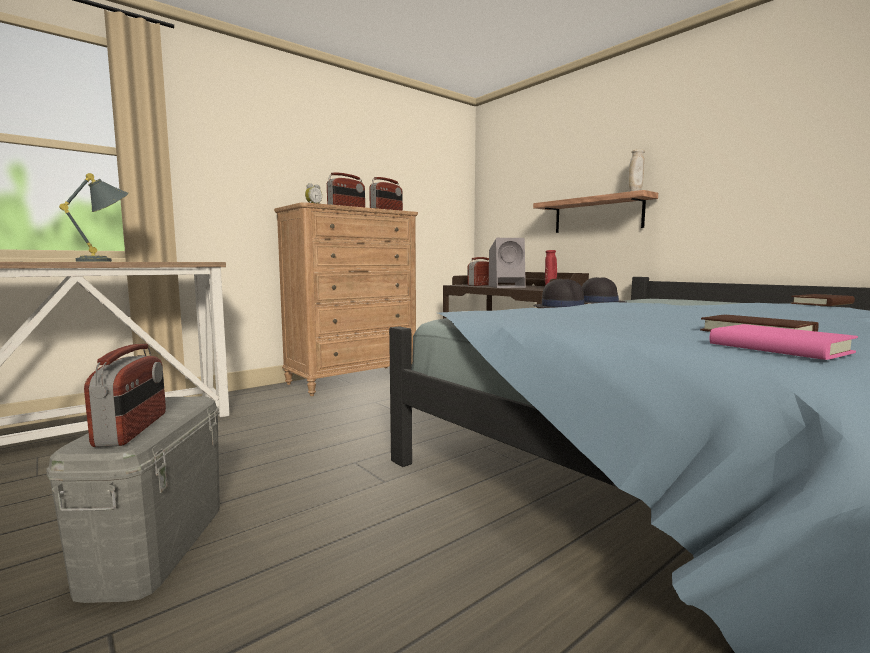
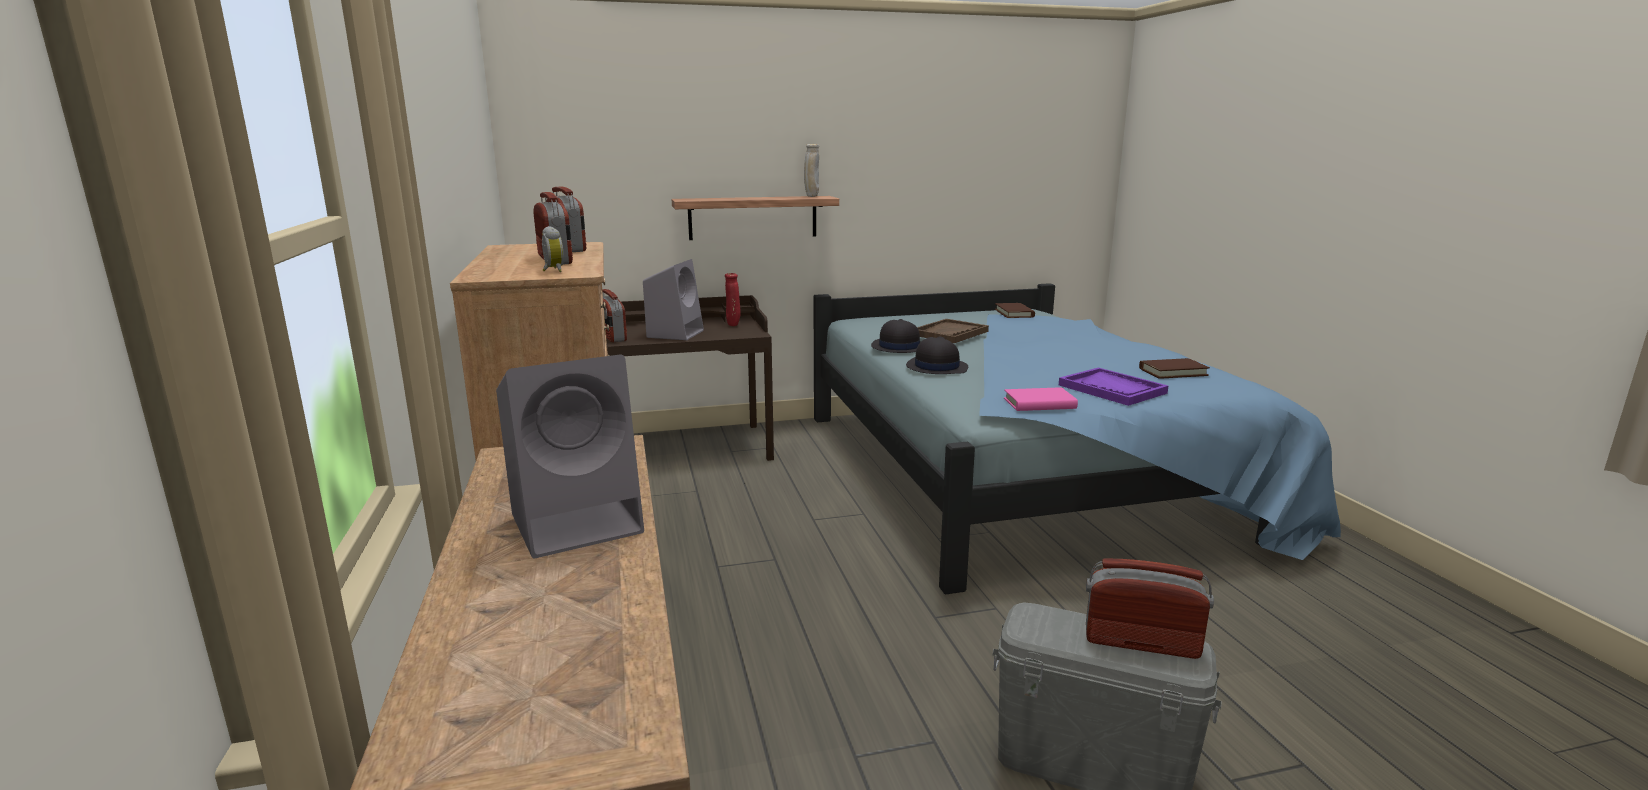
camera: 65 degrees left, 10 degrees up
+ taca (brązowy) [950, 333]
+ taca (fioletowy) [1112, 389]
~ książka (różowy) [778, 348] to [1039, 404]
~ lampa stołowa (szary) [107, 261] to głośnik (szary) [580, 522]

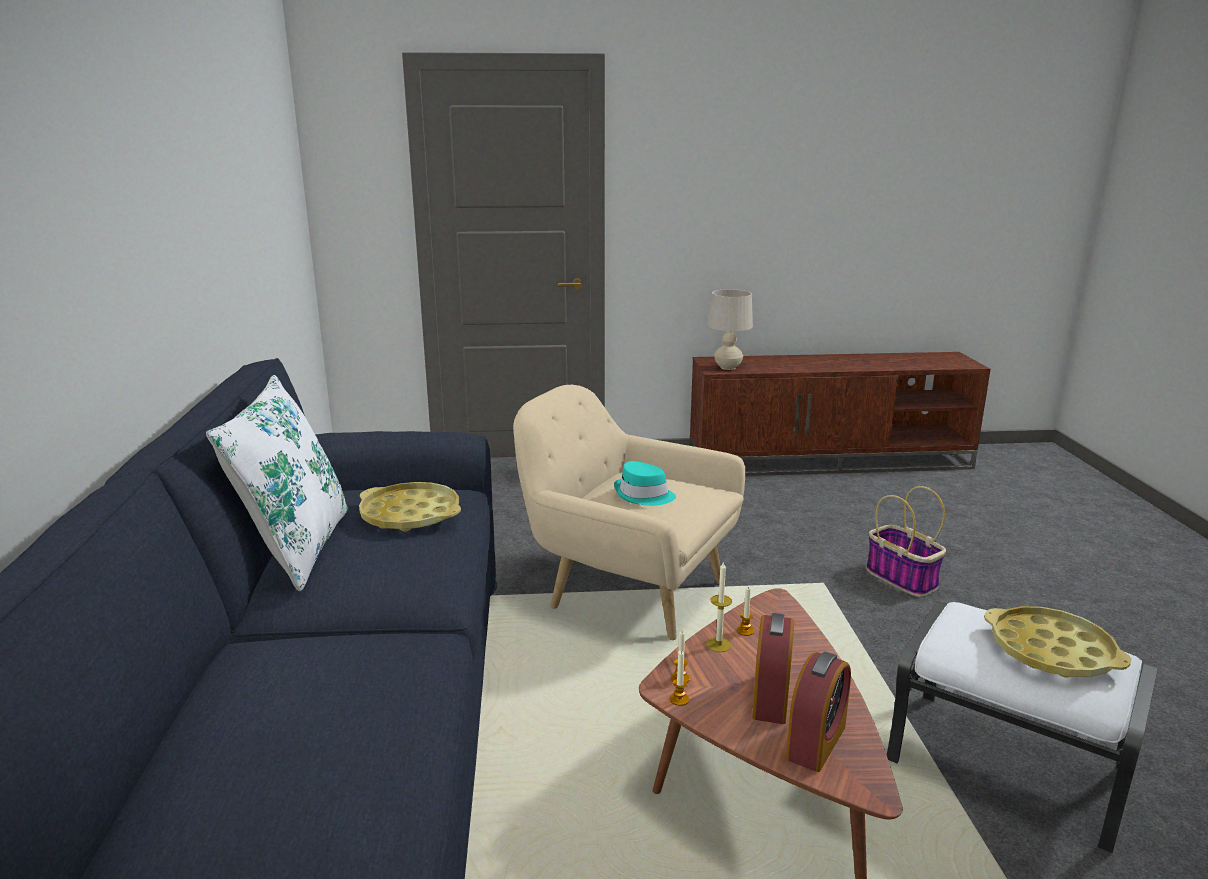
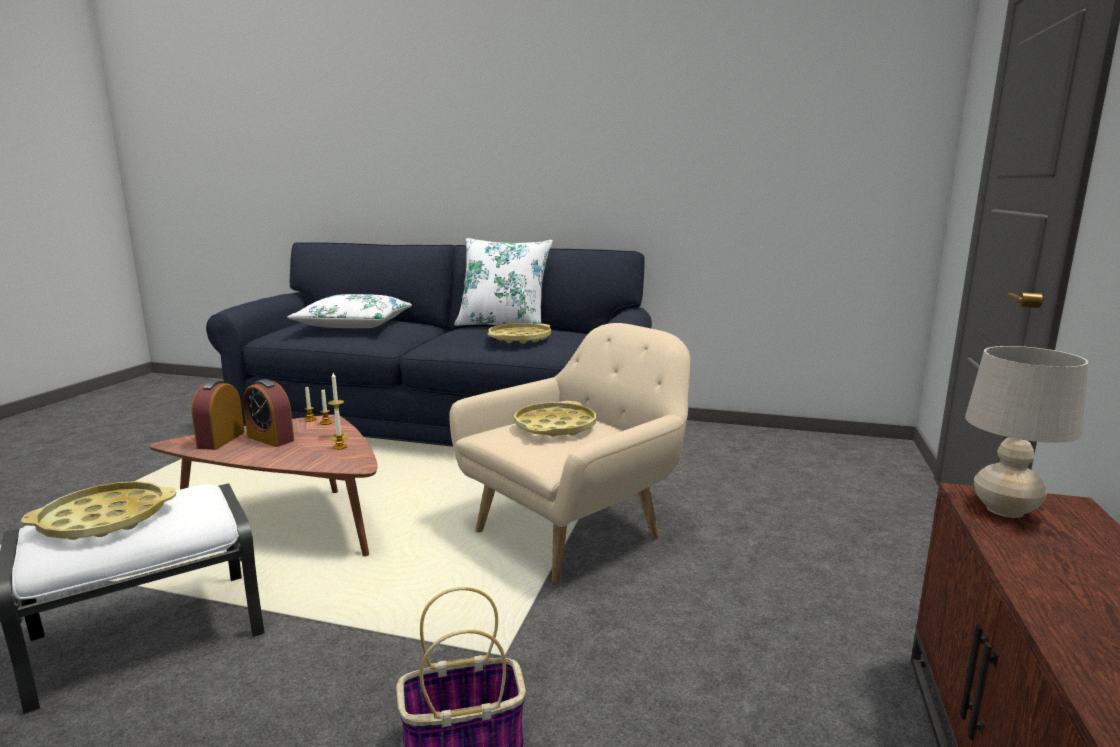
camera: 110 degrees right, 5 degrees down
+ poduszka (biały) [354, 325]
~ kapelusz (turkusowy) [644, 495] to taca (żółty) [555, 427]
~ budzik [816, 742] = [221, 440] 45 degrees clockwise

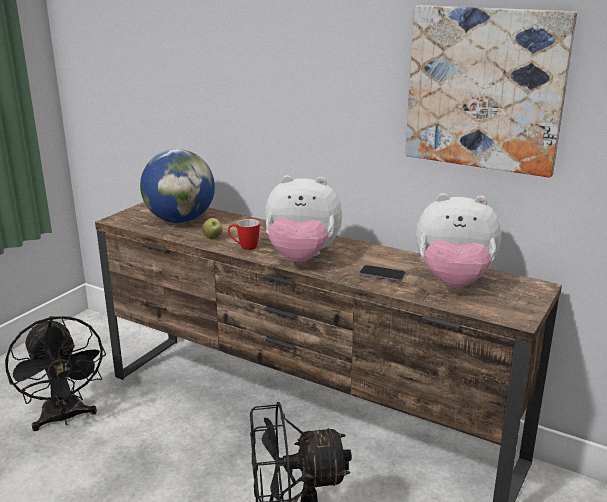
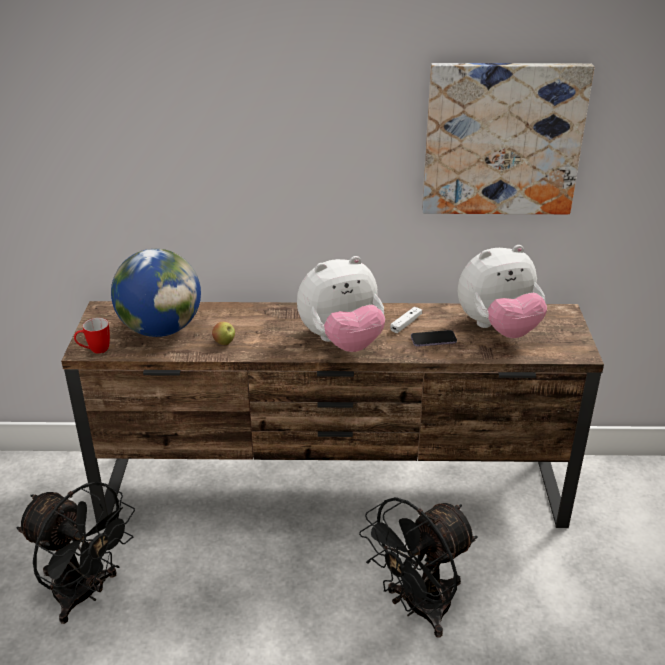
camera: 30 degrees left, 10 degrees up
+ pad do gier (biały) [406, 324]
~ kubek [244, 247] to [94, 350]

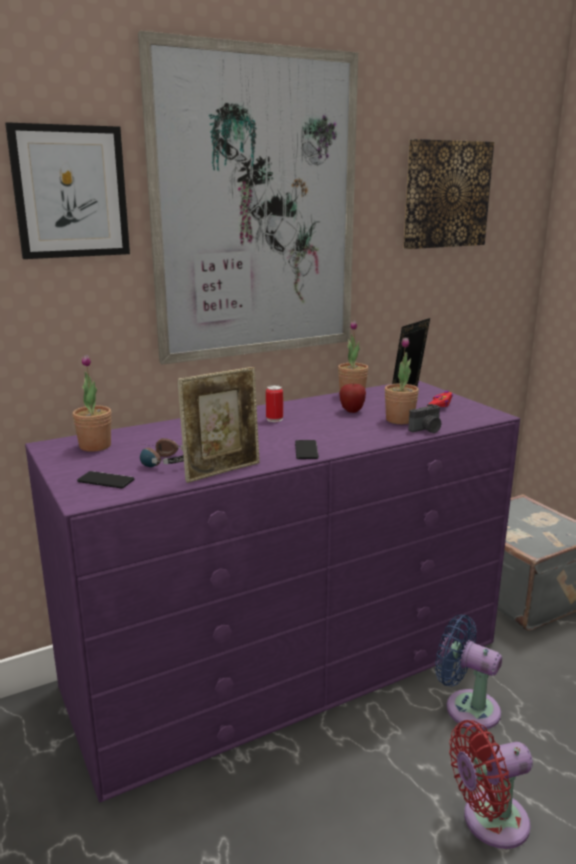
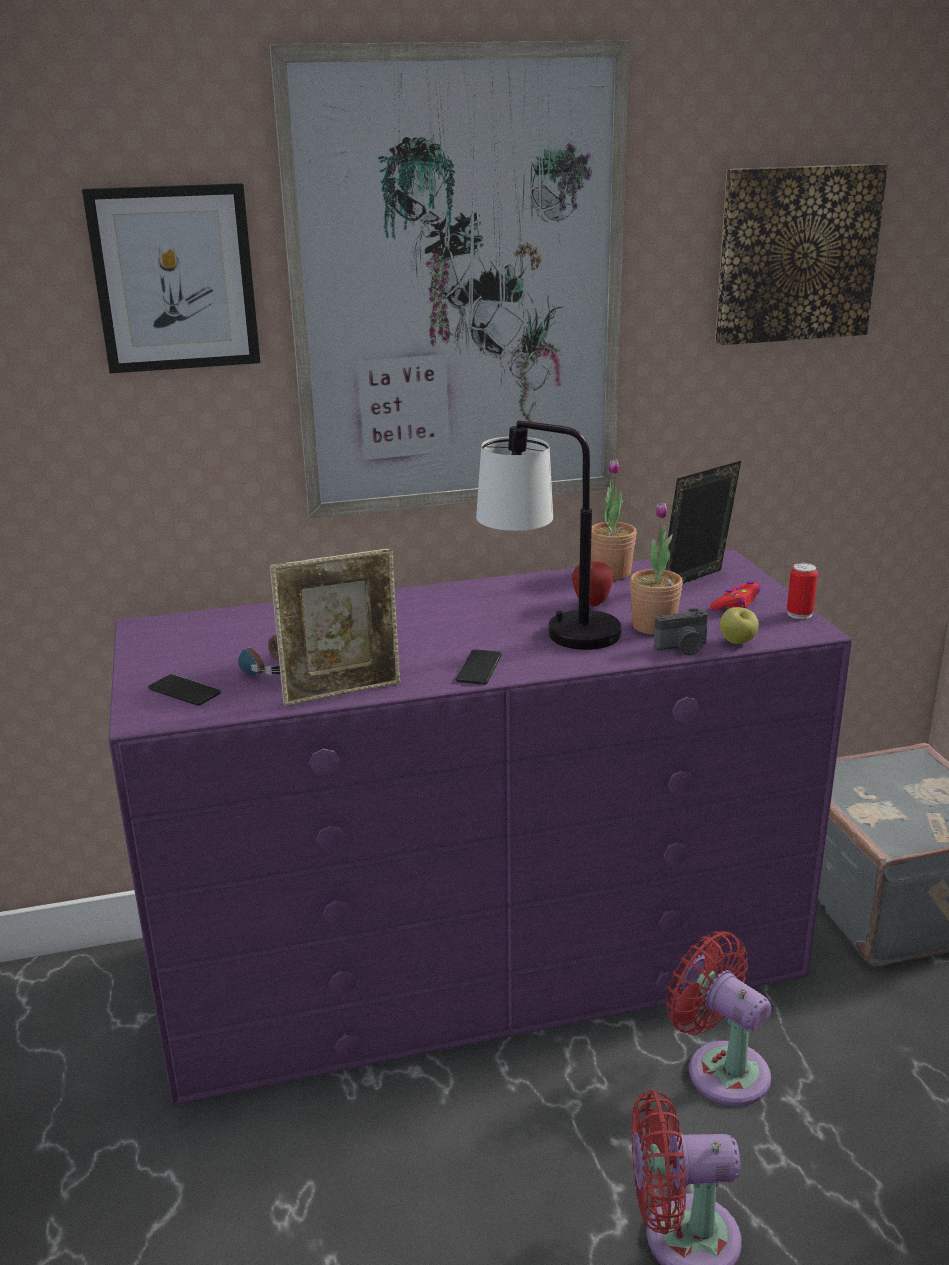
camera: 15 degrees right, 5 degrees up
- roślina doniczkowa [95, 446]
+ lampa stołowa [549, 631]
+ jabłko [737, 642]
~ puszka [274, 419] to [799, 614]
~ wentylator (niebieski) [467, 707] to wentylator (czerwony) [721, 1068]

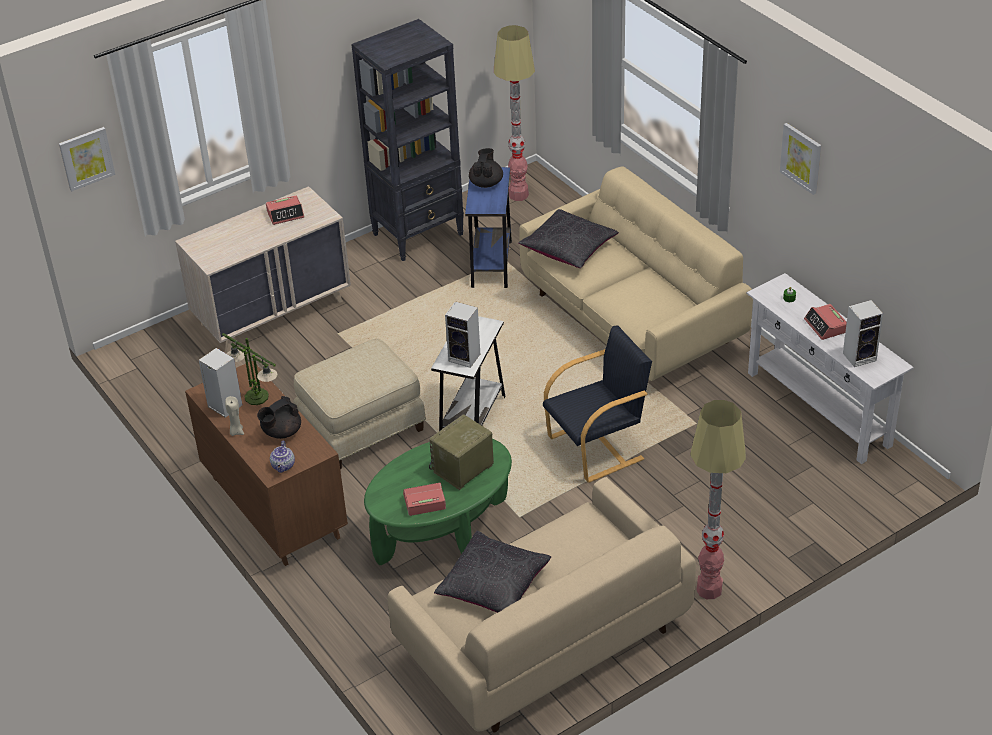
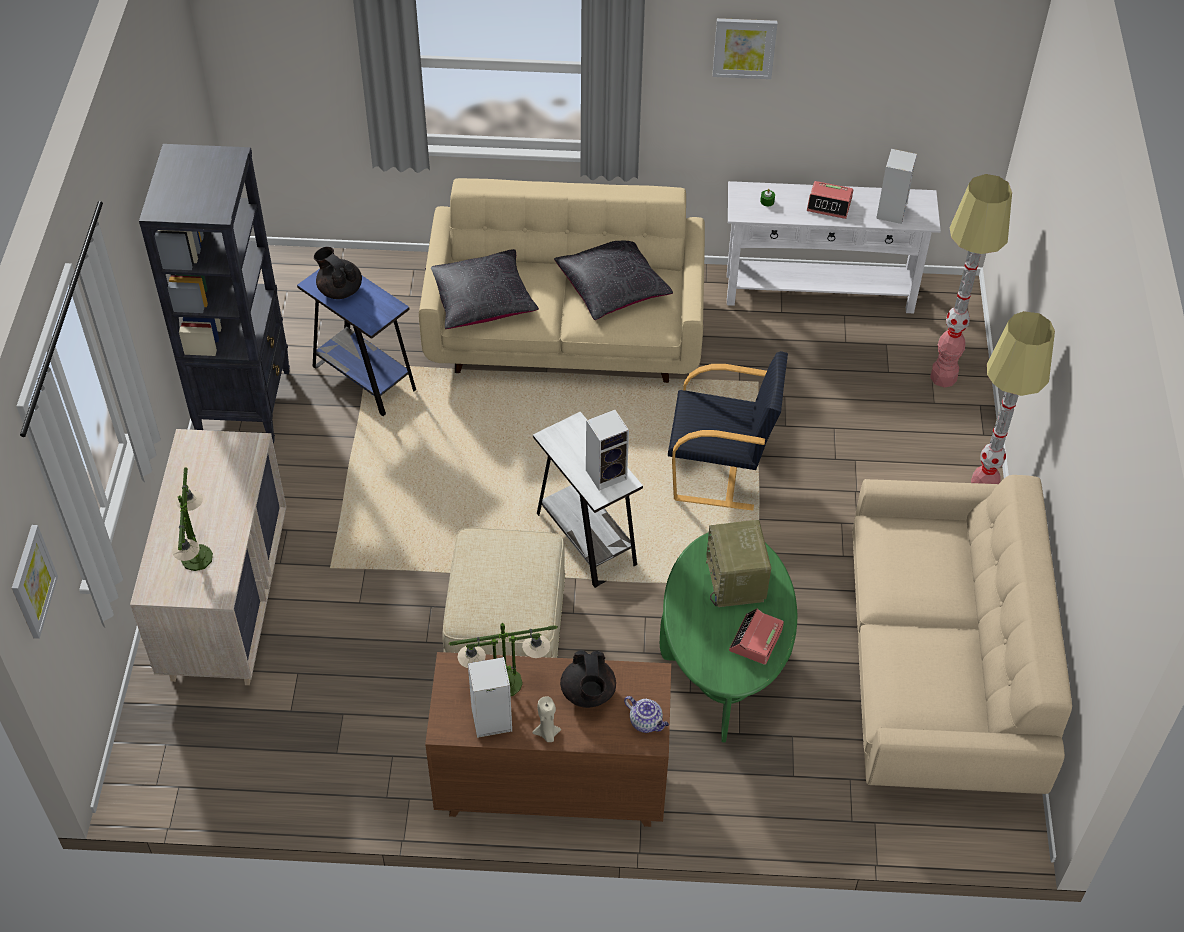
camera: 55 degrees left, 10 degrees up
- budzik [285, 214]
+ lampa stołowa [197, 558]
~ poduszka (czarny) [493, 585] to [612, 287]
~ lampa stojąca [518, 195] to [943, 377]
~ fotel (czarny) [597, 448] = [720, 471] 90 degrees clockwise

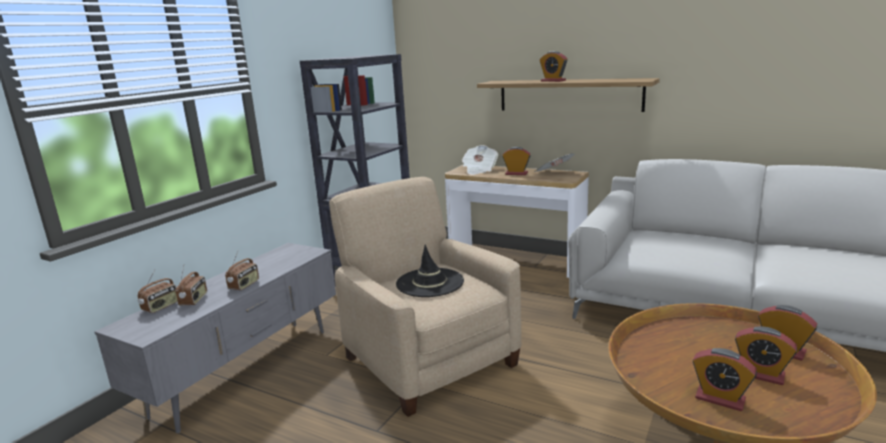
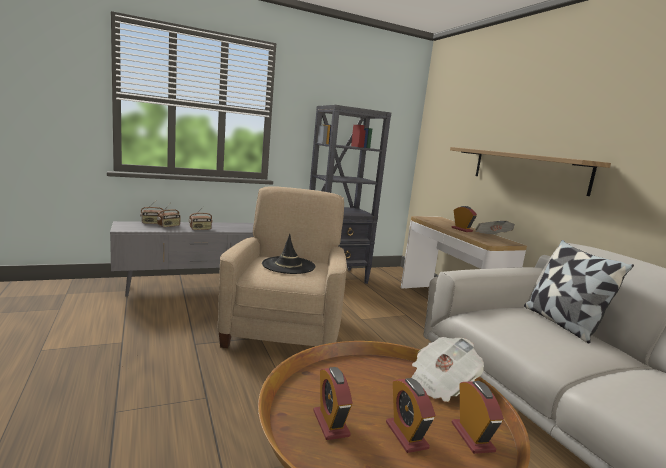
camera: 35 degrees right, 5 degrees down
- budzik [553, 81]
+ poduszka [562, 323]
~ gazeta [479, 170] to [439, 384]

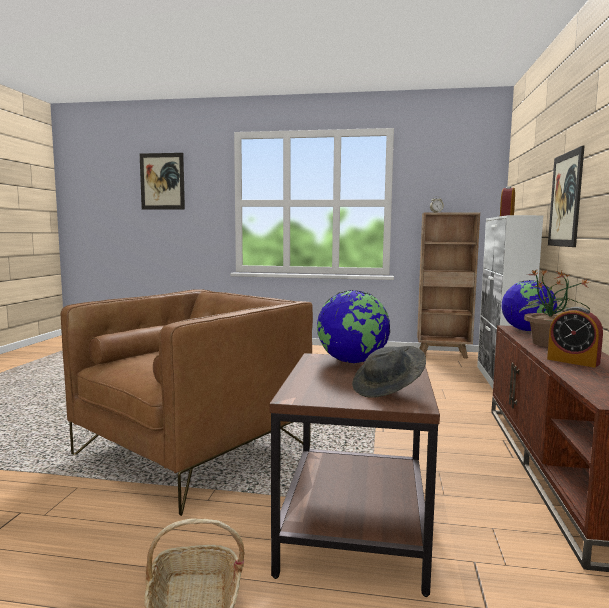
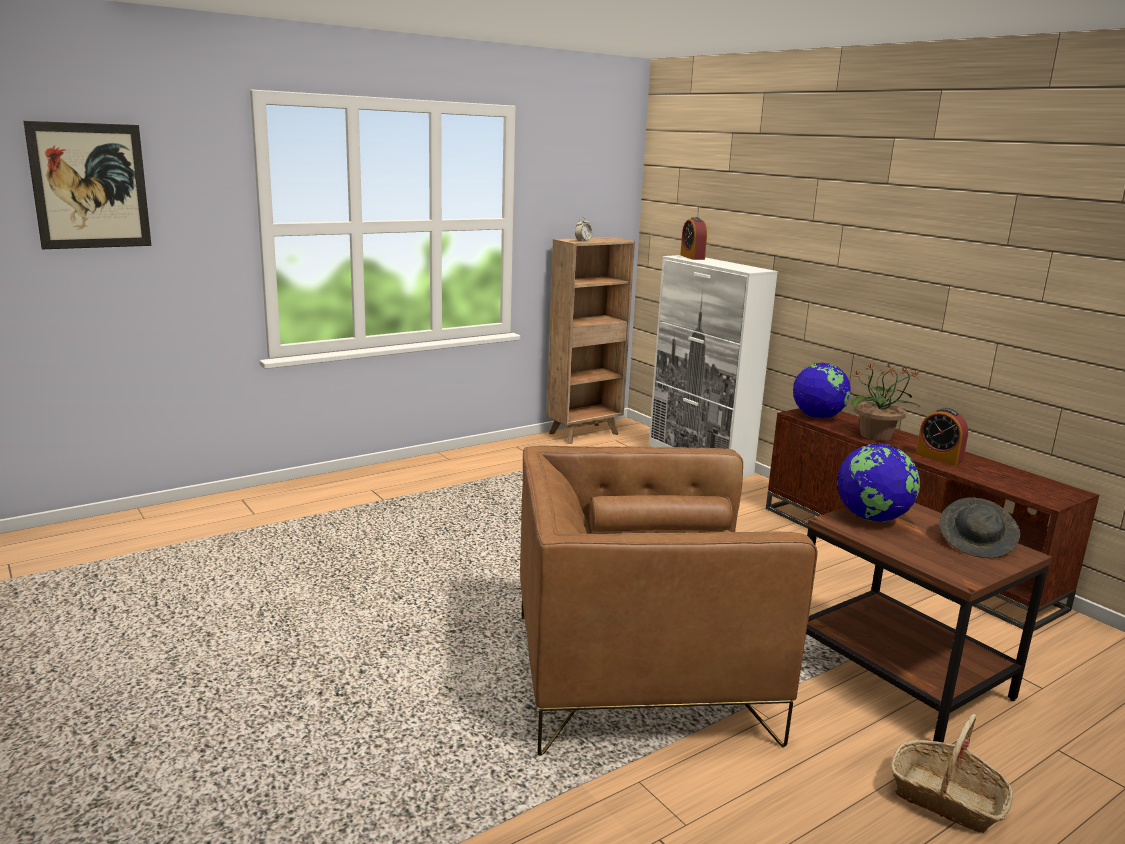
camera: 45 degrees left, 10 degrees up
- obraz [565, 199]
~ fotel (brązowy) [194, 451] = [638, 676] 90 degrees counterclockwise
~ budzik [573, 361] = [939, 458] 45 degrees clockwise

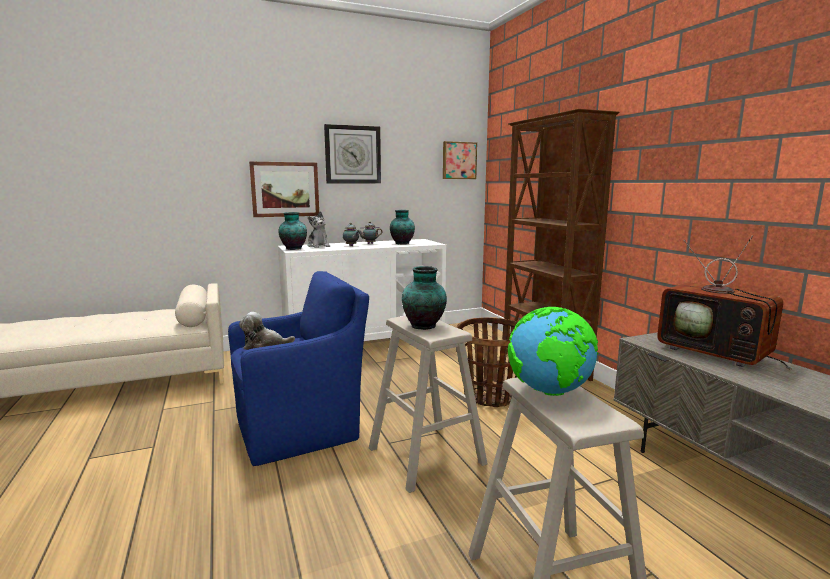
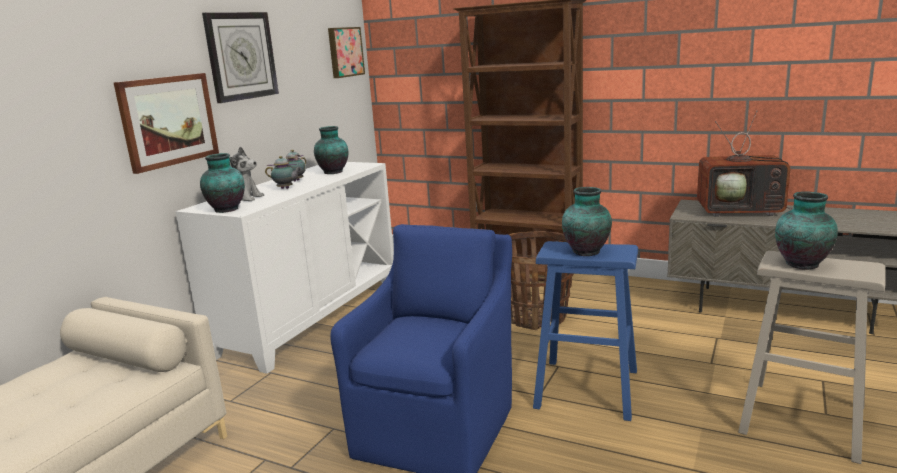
camera: 40 degrees left, 5 degrees up
- pluszak [264, 345]
~ globus [550, 392] to wazon [802, 264]
~ stołek (beżowy) [426, 456] to stołek (niebieski) [587, 388]

